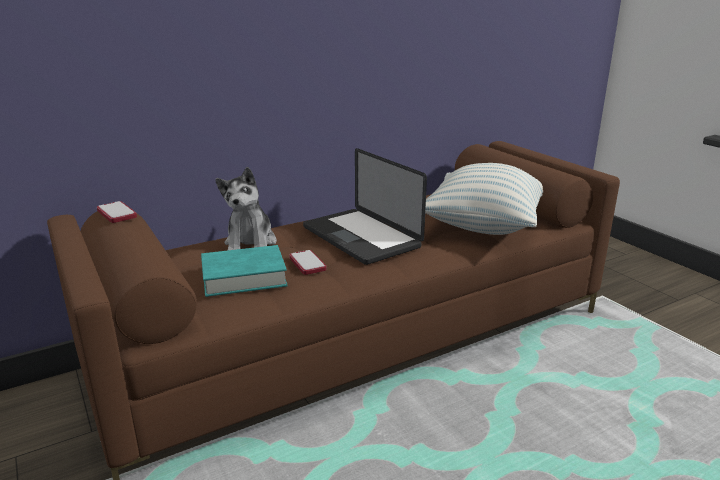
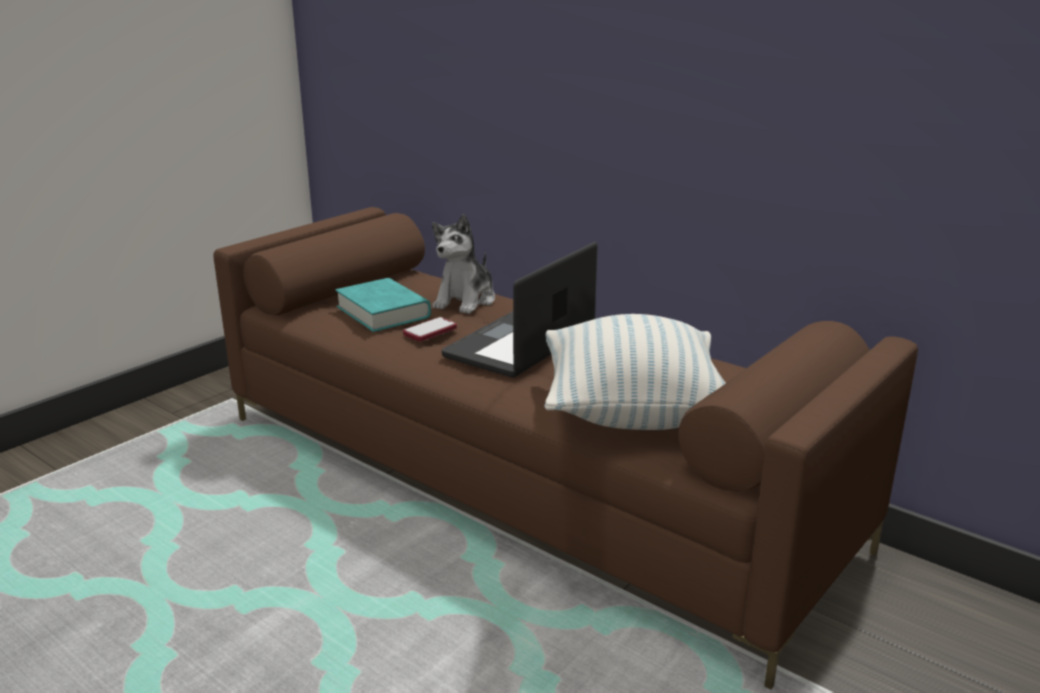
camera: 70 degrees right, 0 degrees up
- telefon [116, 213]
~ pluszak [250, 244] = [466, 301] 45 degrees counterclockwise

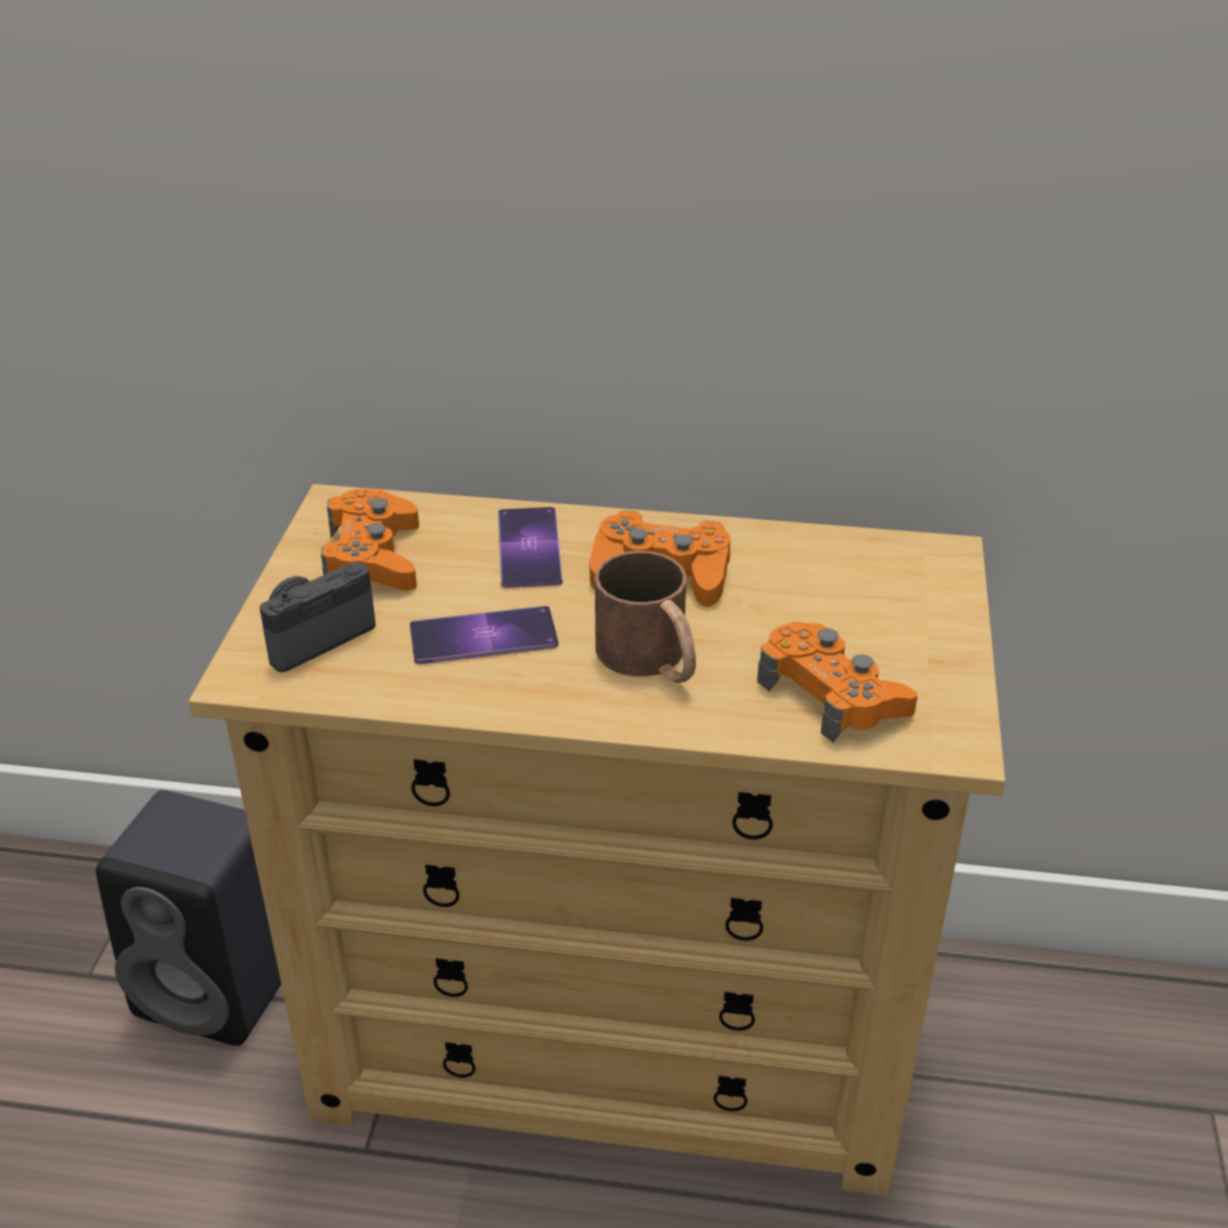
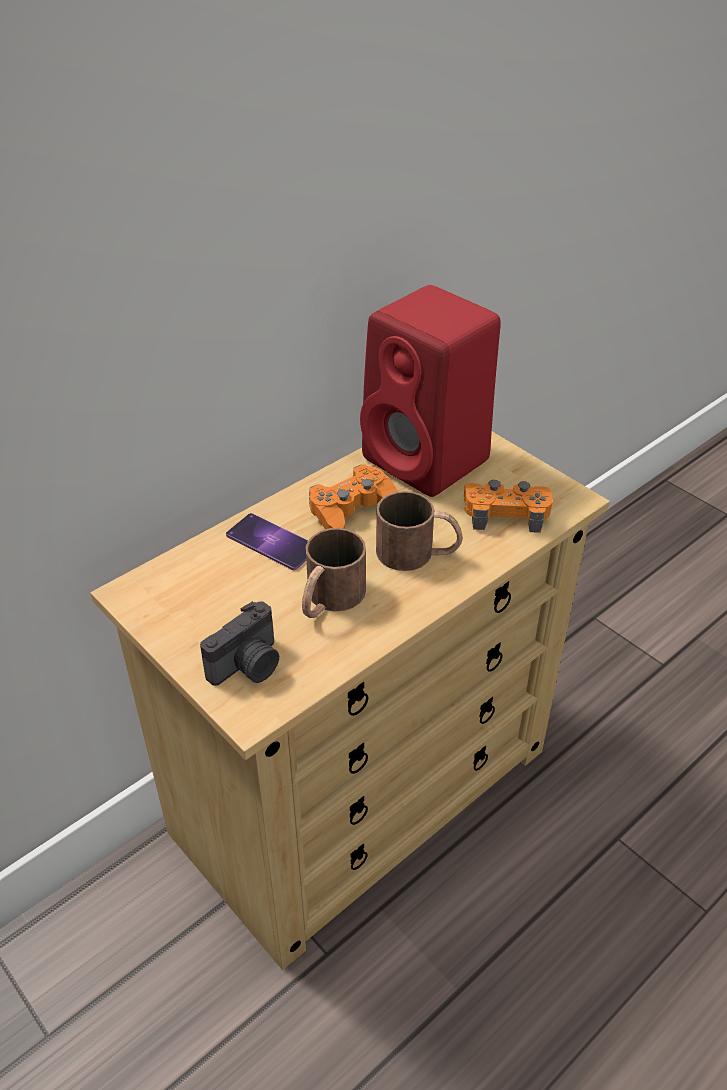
camera: 50 degrees left, 5 degrees up
- głośnik (czarny) [221, 989]
- pad do gier (pomarańczowy) [373, 557]
+ głośnik (czerwony) [429, 461]
~ telefon [483, 636] to kubek (brązowy) [329, 600]
~ aparat fotograficzny [314, 636] = [248, 666] 135 degrees counterclockwise

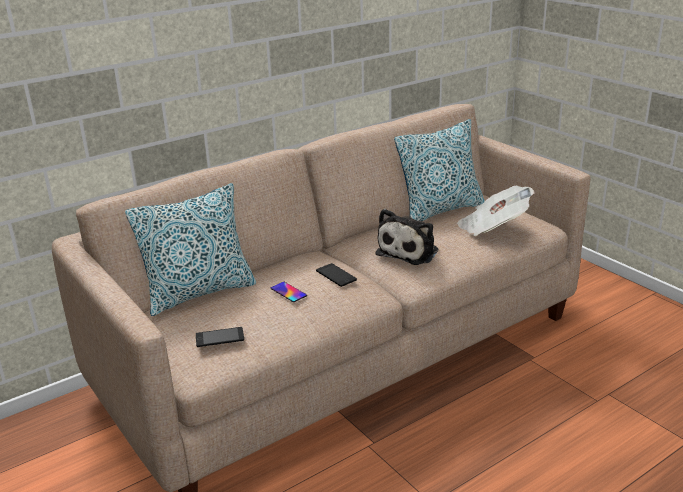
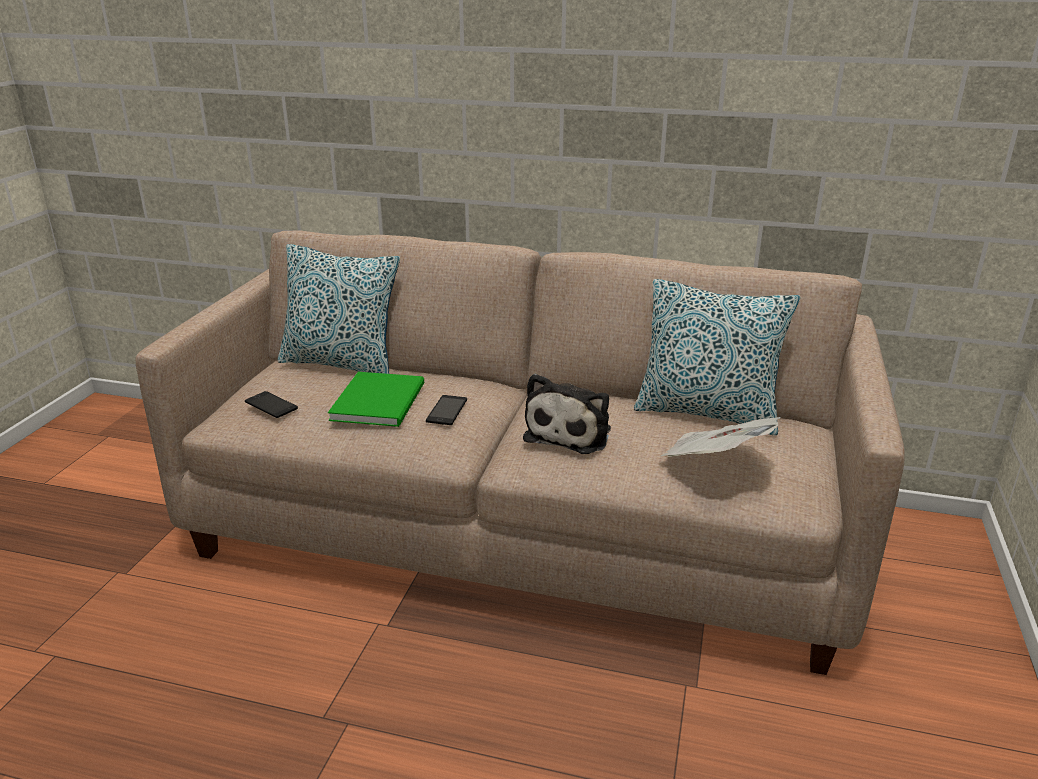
camera: 50 degrees right, 0 degrees up
~ telefon [288, 292] to książka (zielony) [381, 400]
~ pluszak [410, 251] = [570, 432] 60 degrees counterclockwise

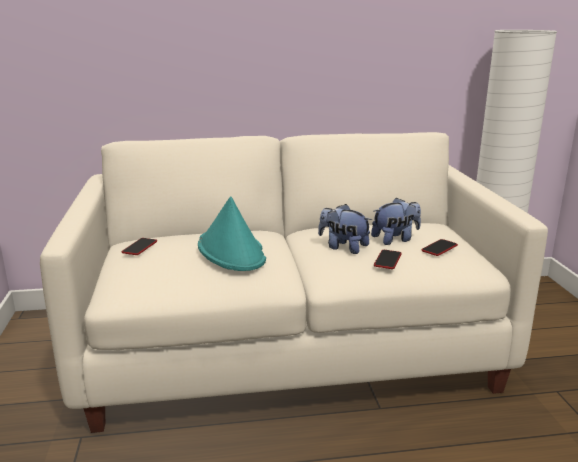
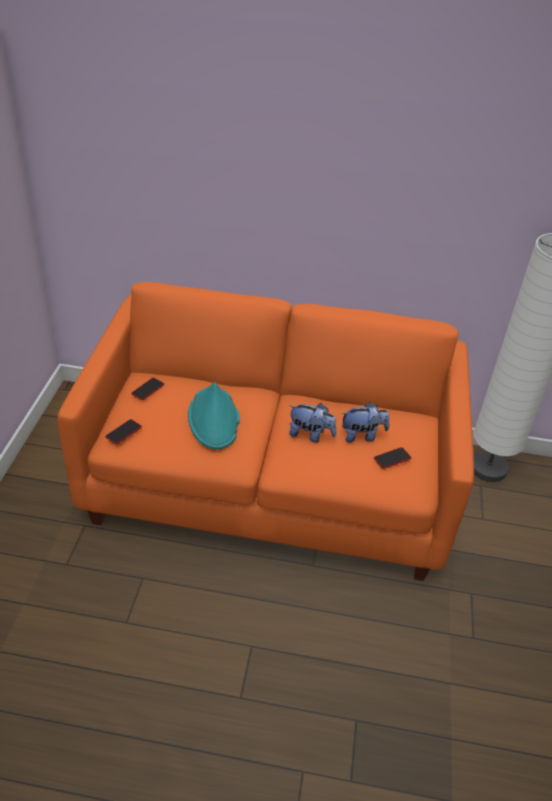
camera: 15 degrees right, 20 degrees up
~ telefon [387, 260] to [123, 432]
~ kanapa (biały) [290, 347] to kanapa (pomarańczowy) [271, 482]
~ pluszak [343, 247] = [310, 435] 150 degrees clockwise

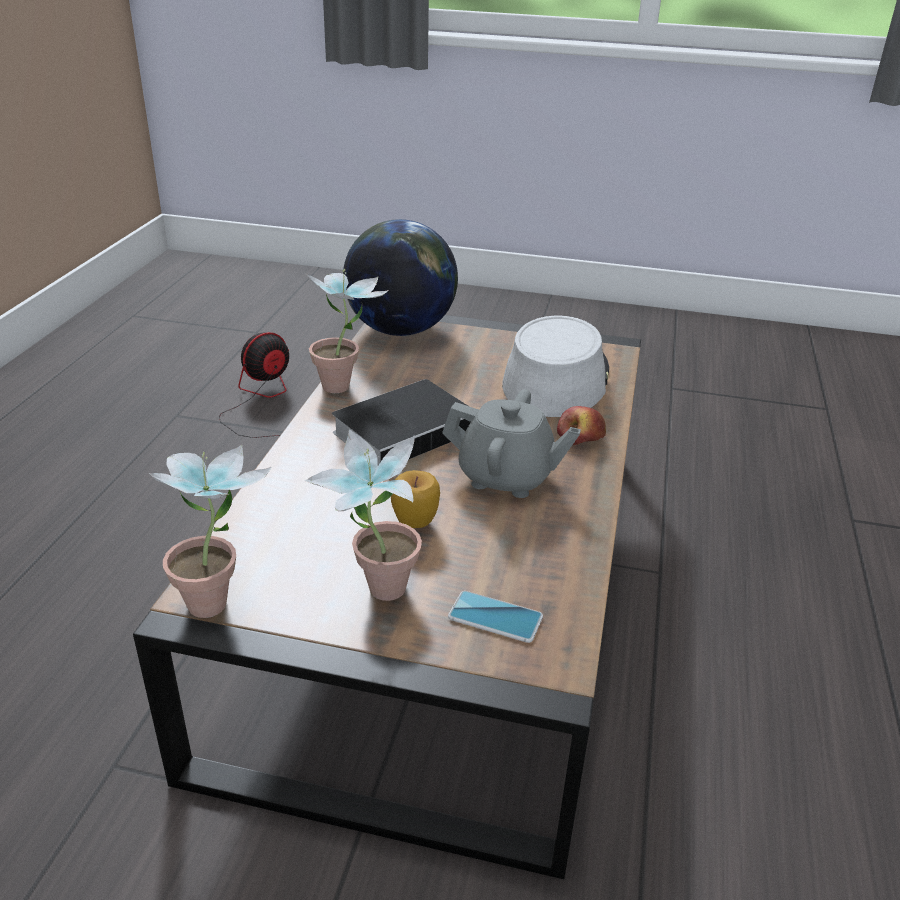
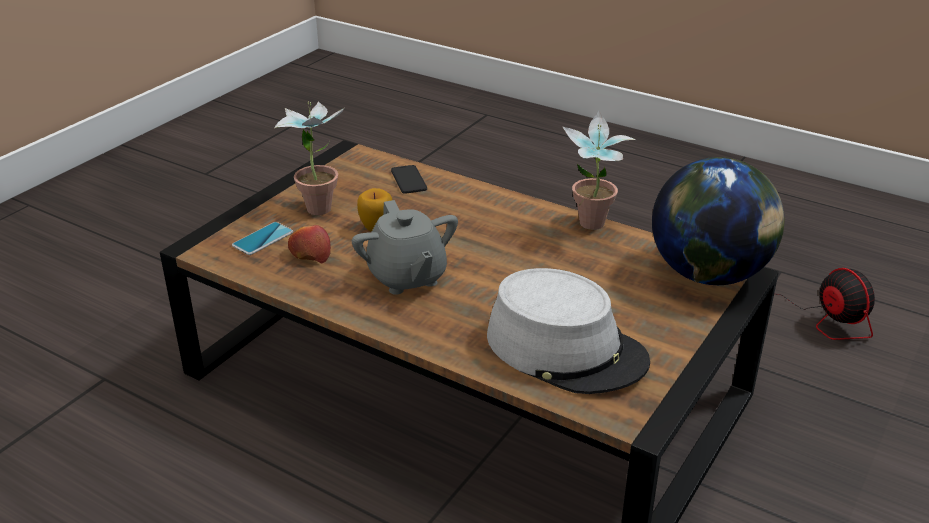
camera: 110 degrees right, 0 degrees up
- roślina doniczkowa [222, 599]
- książka [408, 430]
+ telefon [408, 180]
~ jabłko [580, 438] to [310, 254]
~ imbryk (szary) [506, 477] = [407, 277] 60 degrees counterclockwise

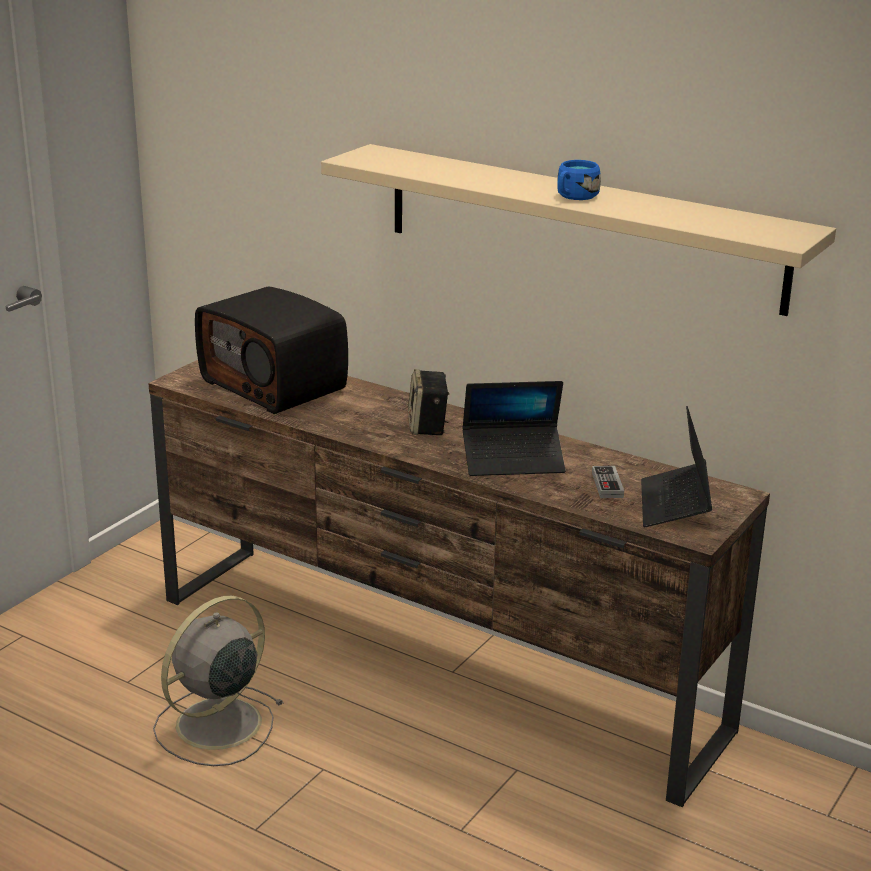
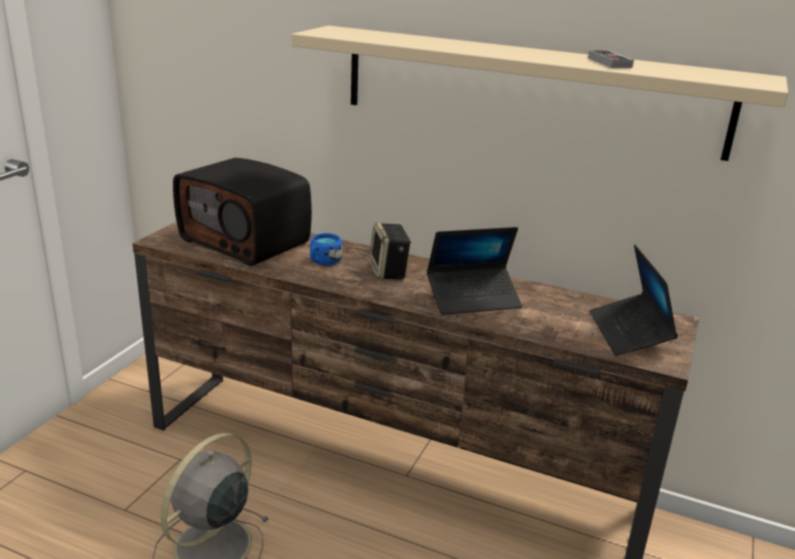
camera: 10 degrees left, 0 degrees up
~ kubek (niebieski) [574, 197] to [323, 262]
~ pad do gier [607, 485] to [609, 62]

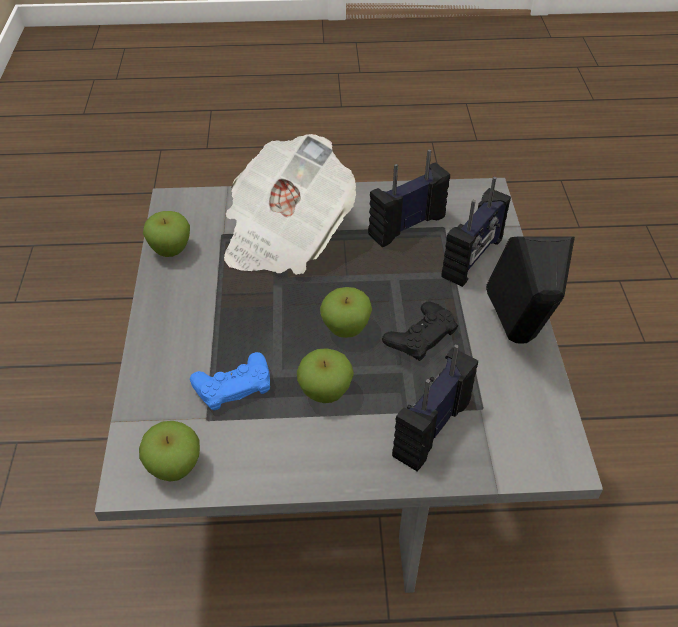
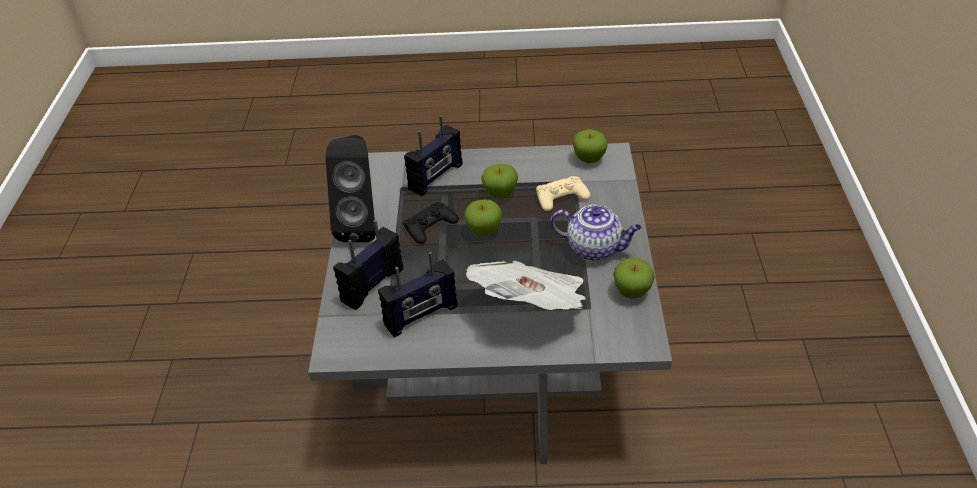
camera: 175 degrees left, 5 degrees down
+ imbryk [595, 248]
~ pad do gier (niebieski) [233, 385] to pad do gier (beżowy) [561, 197]

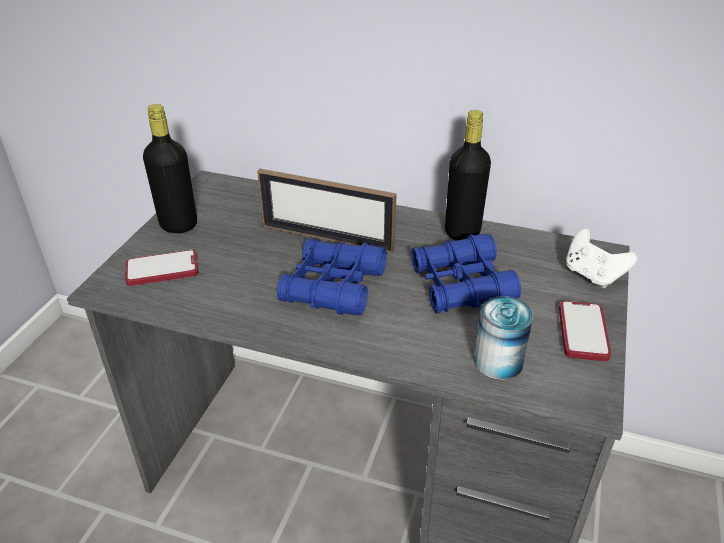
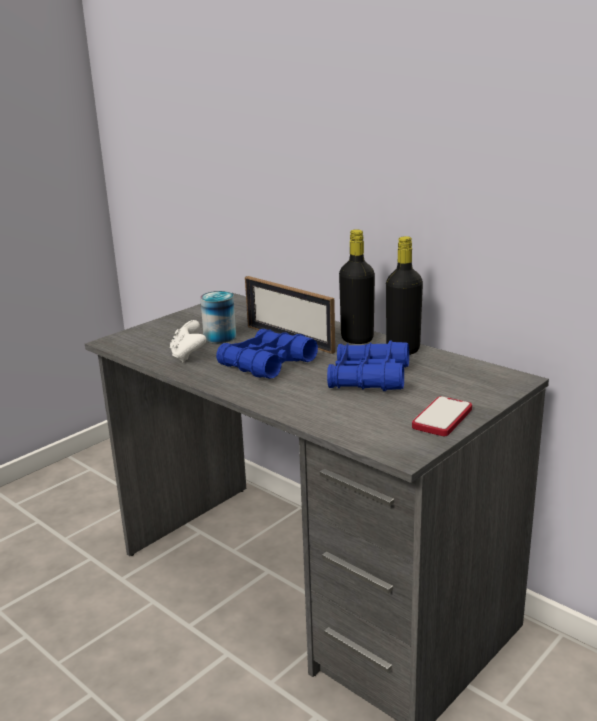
camera: 25 degrees right, 15 degrees down
- telefon [162, 270]
~ butelka (czarny) [178, 225] to [357, 339]
~ puszka [498, 361] to [220, 337]
~ pad do gier (biały) [592, 275] to [188, 356]

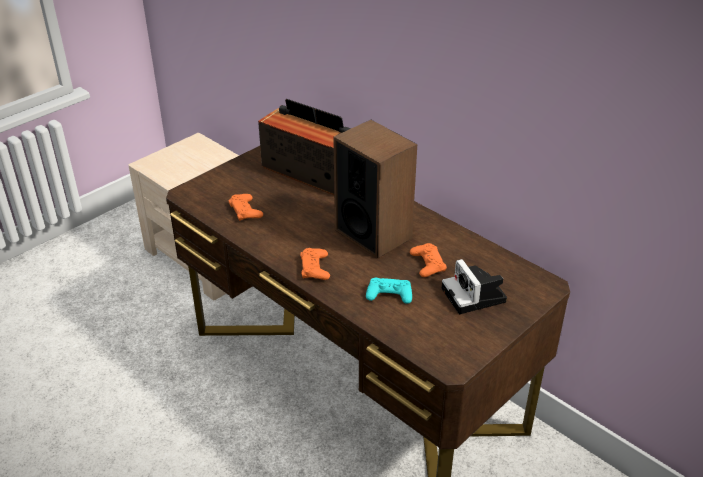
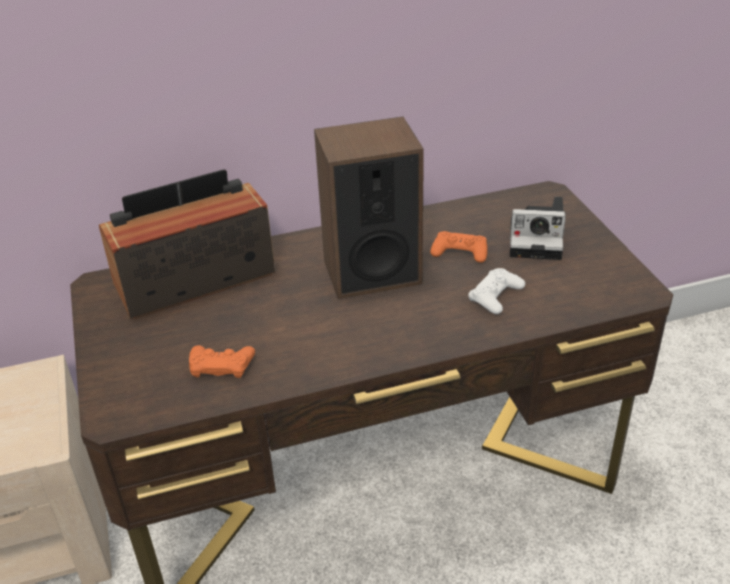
camera: 60 degrees left, 0 degrees up
- pad do gier (pomarańczowy) [315, 268]
~ pad do gier (turkusowy) [389, 294] to pad do gier (biały) [496, 296]

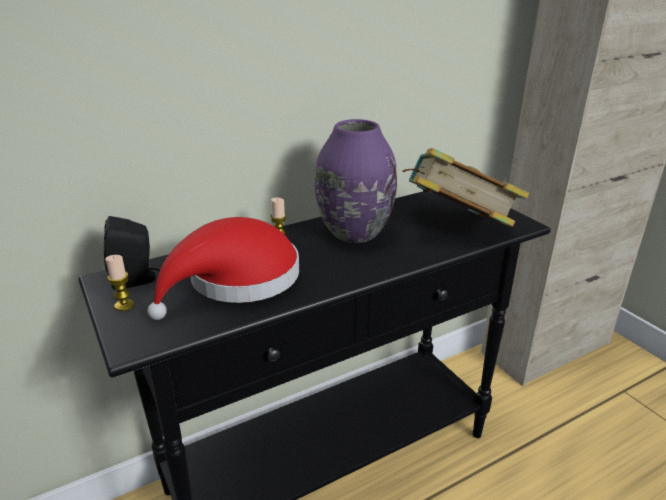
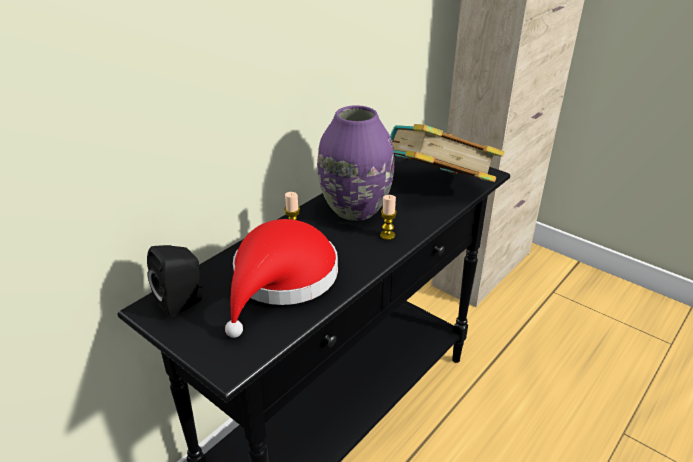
camera: 20 degrees left, 5 degrees up
~ świeca [124, 305] to [387, 235]

